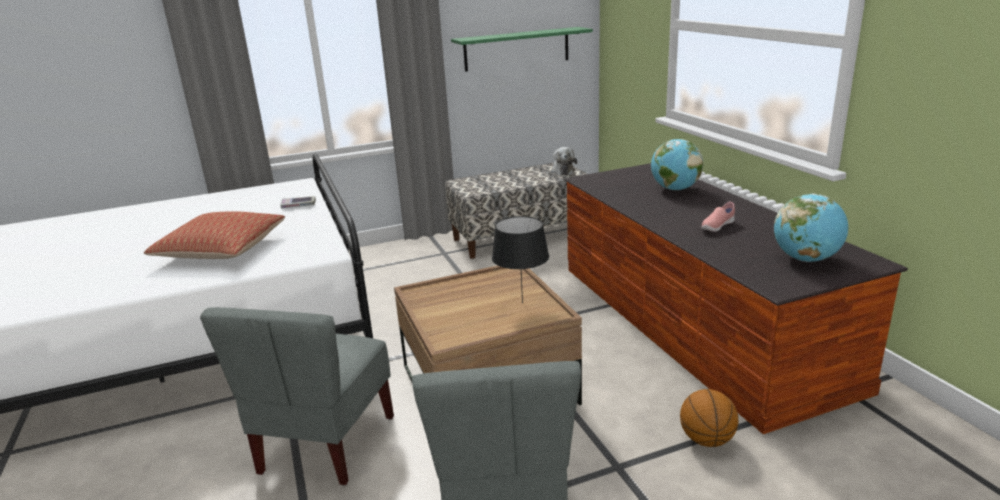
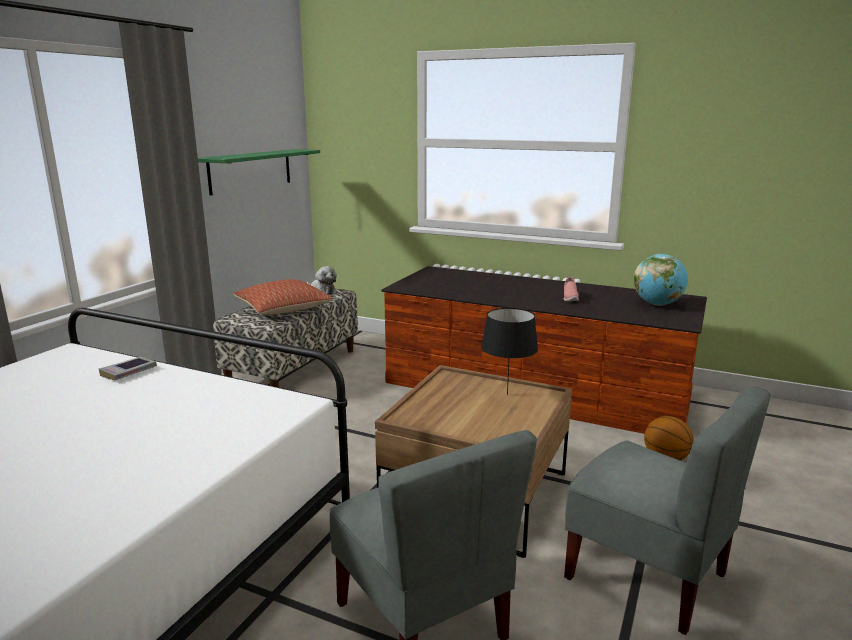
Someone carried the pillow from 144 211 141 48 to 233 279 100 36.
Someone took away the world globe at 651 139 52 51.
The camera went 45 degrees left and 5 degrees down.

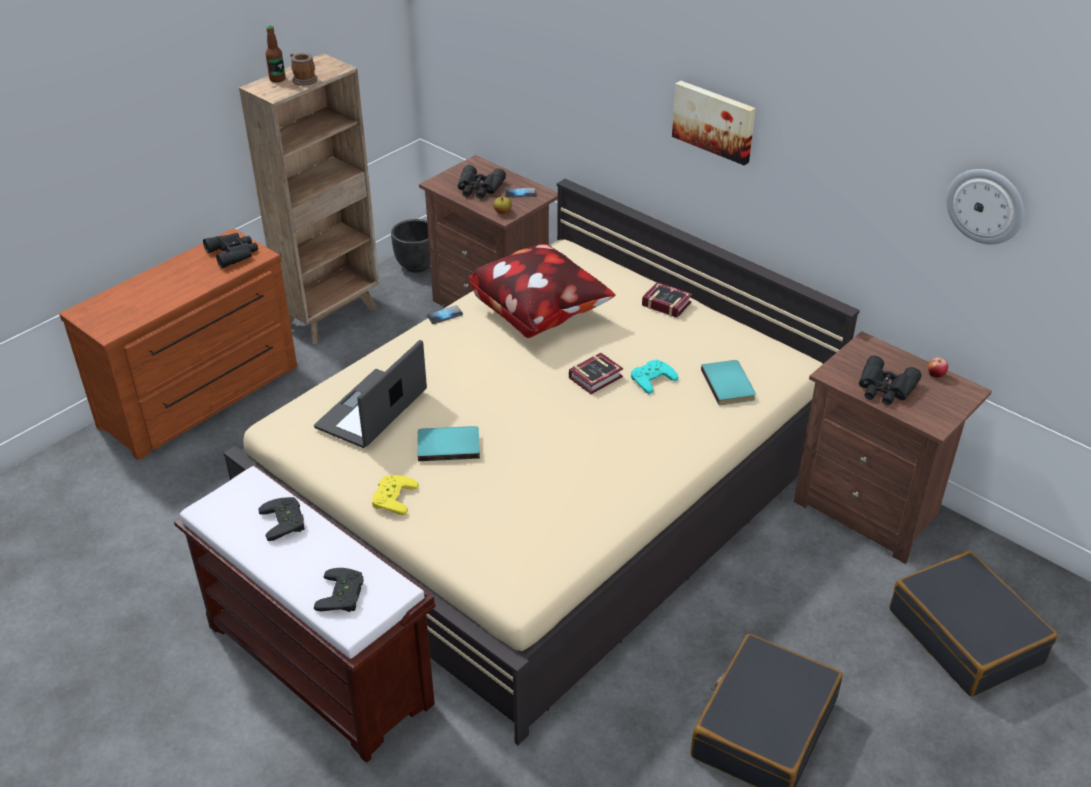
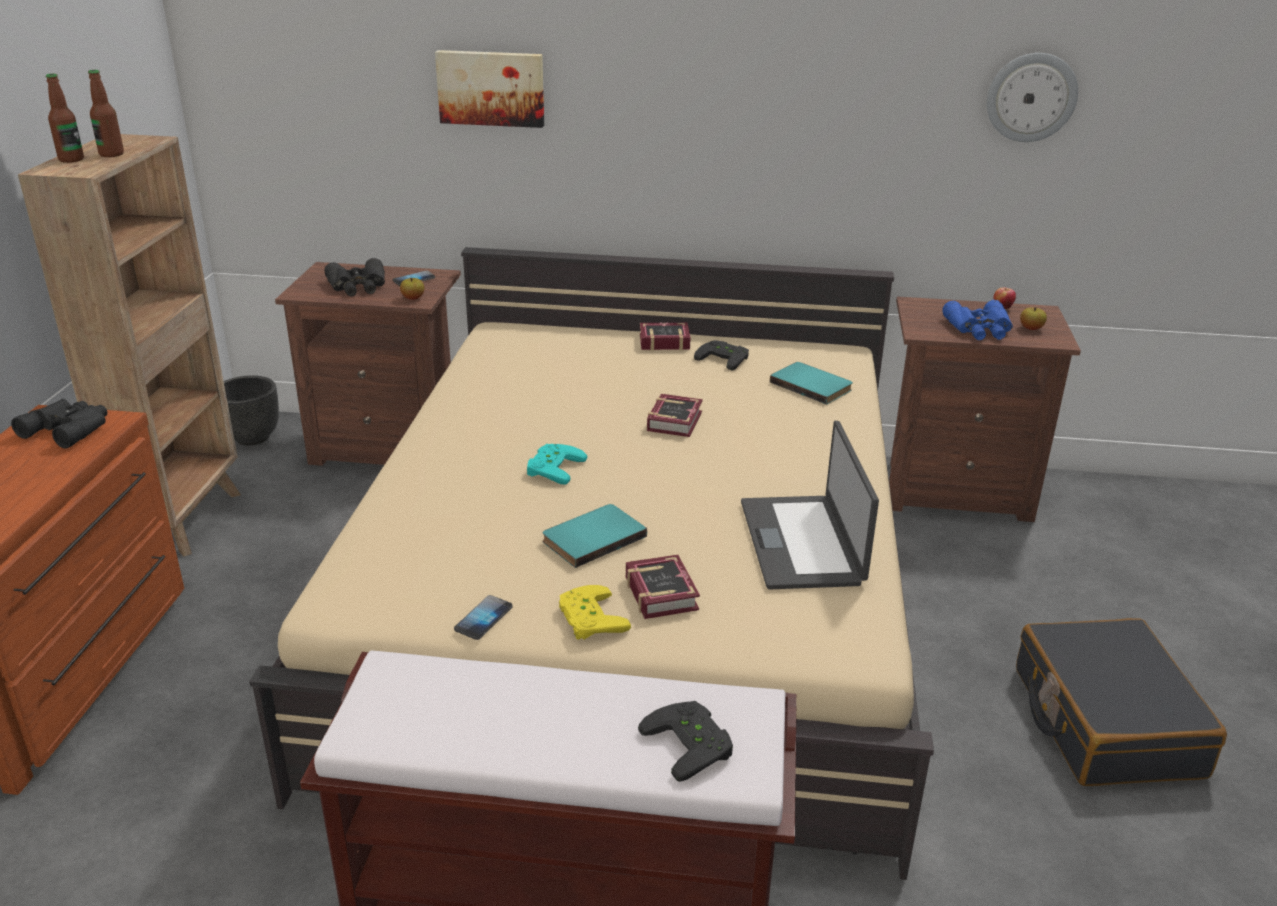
Someone carried the game controller/black from 259 497 46 44 to 694 340 55 31.
Someone swapped the tea mug at 290 53 27 33 for the beverage bottle at 88 70 36 87.
Someone carried the portable computer from 314 340 113 108 to 741 421 138 169.
Someone carried the handset from 427 305 36 19 to 454 595 59 45.
Someone took away the pillow at 469 244 147 94.
Someone carried the game controller/blue-green from 631 359 47 35 to 527 444 60 41.
Someone carried the wall art from 672 81 84 84 to 435 50 109 78.
Someone repainted the pair of binoculars/black at 859 355 63 50, which became the pair of binoculars/blue-coloured at 942 300 71 40.
Someone took away the travel case/black at 890 551 167 146.
Someone put down the volume at 626 554 74 65.
Someone put down the apple at 1020 307 27 23.
The camera went 35 degrees left and 10 degrees down.

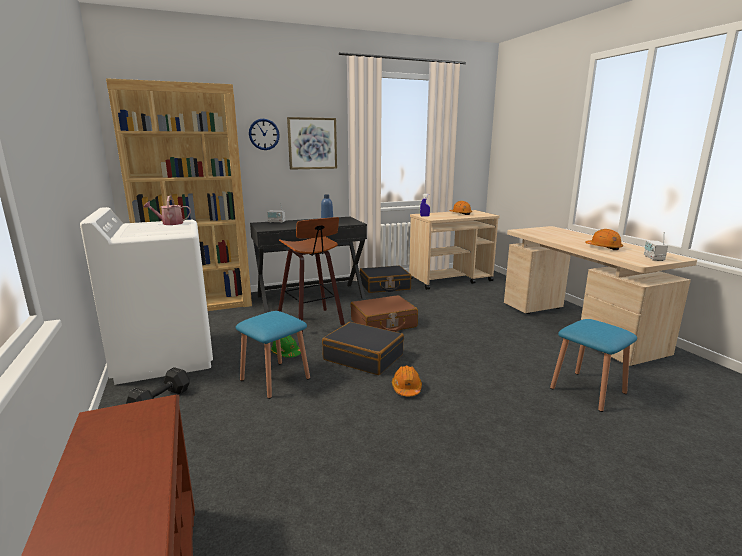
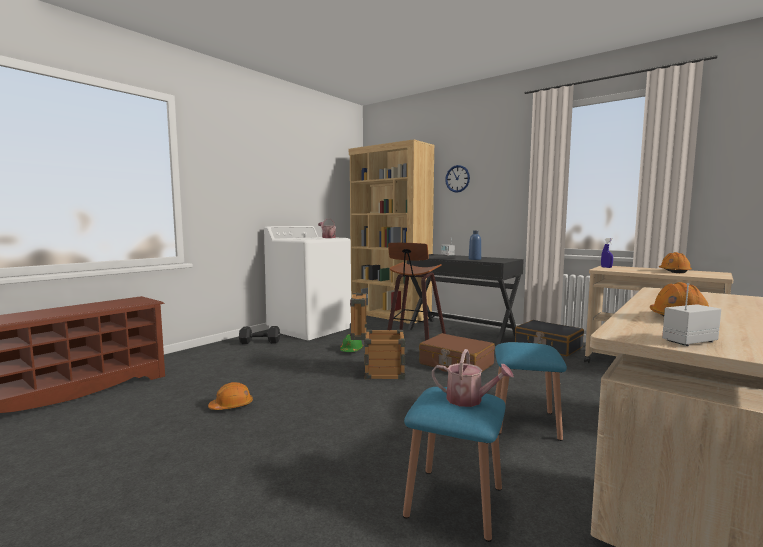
Someone carried the stool/blue-coloured from 236 311 74 88 to 495 342 72 99.
Someone took away the wall art at 287 117 50 53.
Someone swapped the travel case/black at 322 322 82 53 for the crate at 350 292 56 87.
Someone carried the work helmet/orange-coloured from 392 365 30 31 to 208 382 45 28.
Someone put down the watering pot at 432 349 82 58.
The camera went 60 degrees right and 10 degrees down.

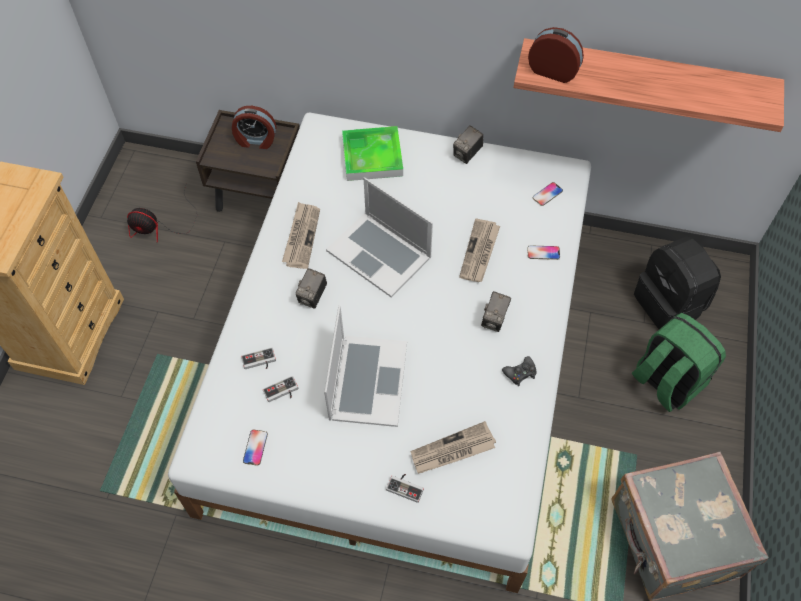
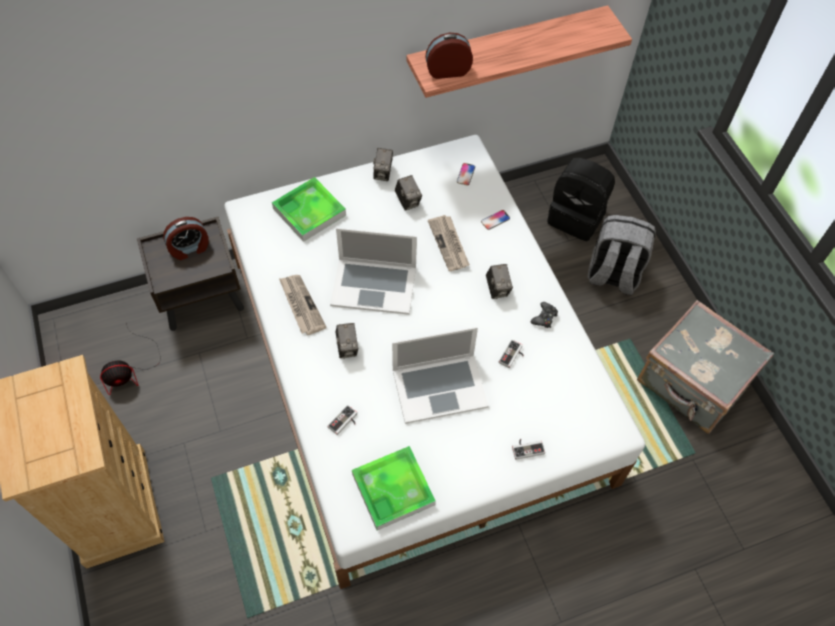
Someone swapped the handset at 243 430 25 36 for the carrying tray at 352 446 84 85.
Someone carried the game controller from 263 376 35 26 to 499 340 25 28.
Someone rotated the portable computer at 324 305 83 122 by 105 degrees clockwise.
Someone took away the daily paper at 411 421 85 53.
Someone repainted the knapsack/green-coloured at 632 313 94 99, which became the knapsack/greyish at 588 215 68 80.
Someone put down the photo camera at 395 175 27 36.
The camera went 35 degrees left and 0 degrees up.

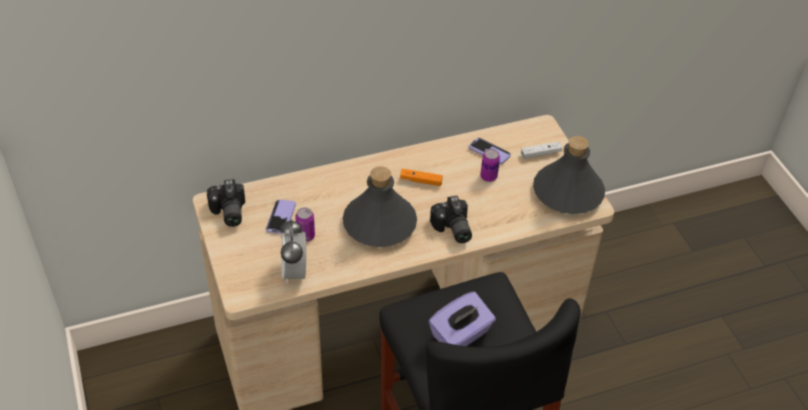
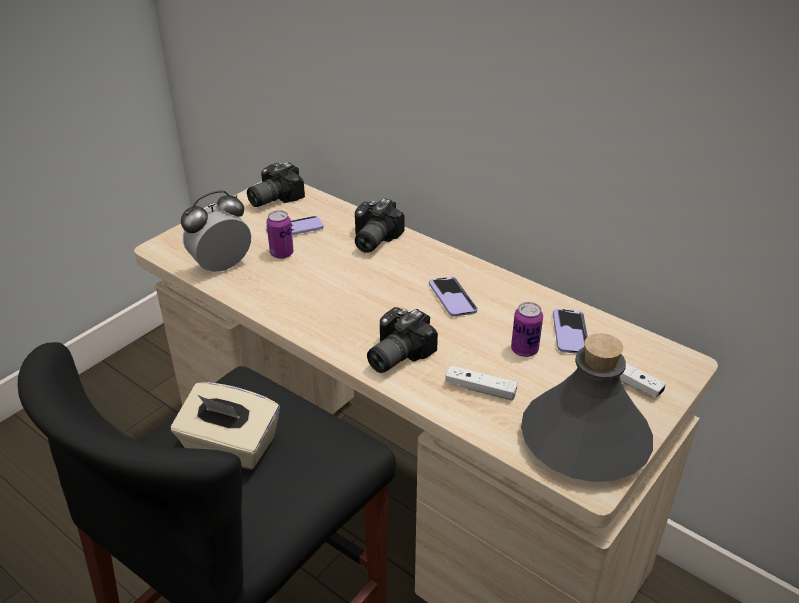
Someone took away the beverage bottle/greyish at 343 166 74 81.
Someone swapped the game controller/orange-coloured at 400 169 43 17 for the handset at 429 277 48 39.
Someone repainted the tissue holder/purple-coloured at 429 291 67 55, which became the tissue holder/sand-coloured at 171 382 109 87.
Someone put down the photo camera at 355 198 49 55.
Someone put down the game controller/white-coloured at 445 366 73 34.
The camera went 60 degrees right and 10 degrees down.

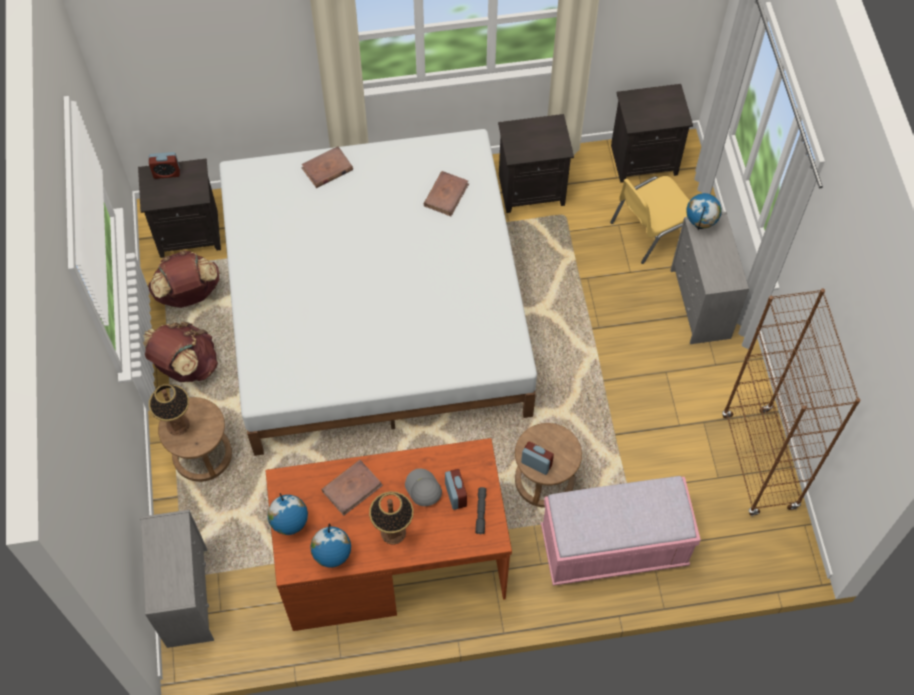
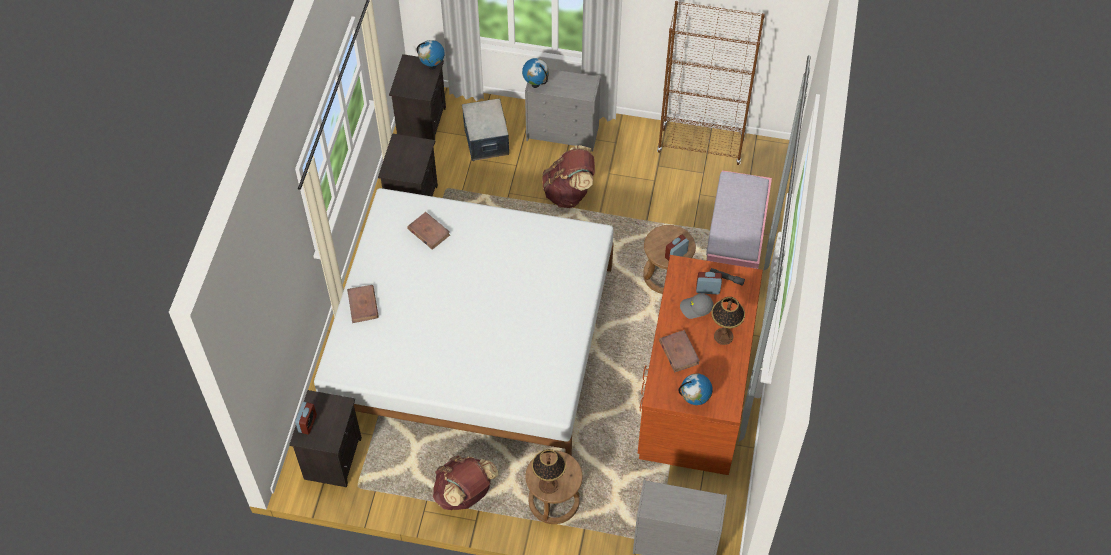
Someone carried the knapsack/brown from 149 250 71 58 to 542 145 53 63.
Someone carried the world globe from 311 524 40 44 to 417 40 28 30.
Someone swapped the chair/yellow-coloured at 610 176 80 88 for the storage bin at 462 99 47 62.
The camera went 70 degrees left and 5 degrees down.

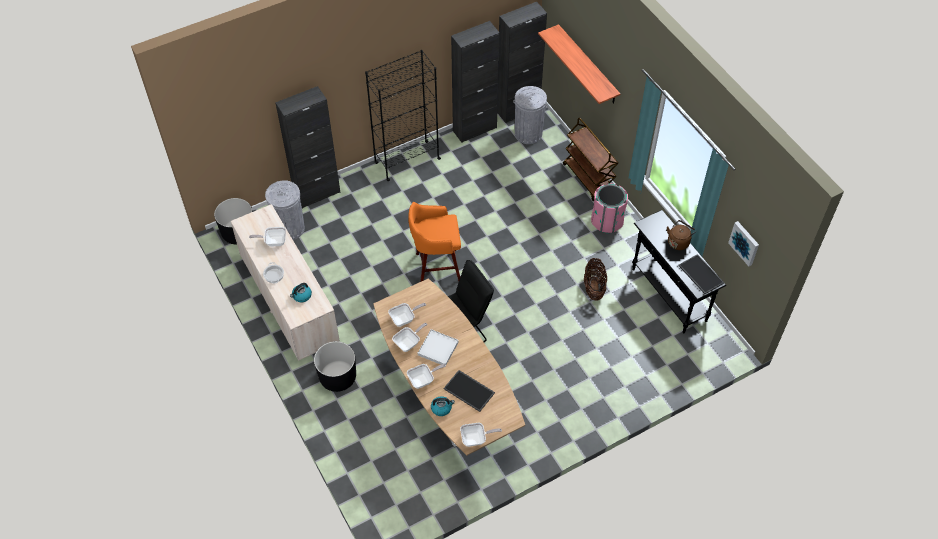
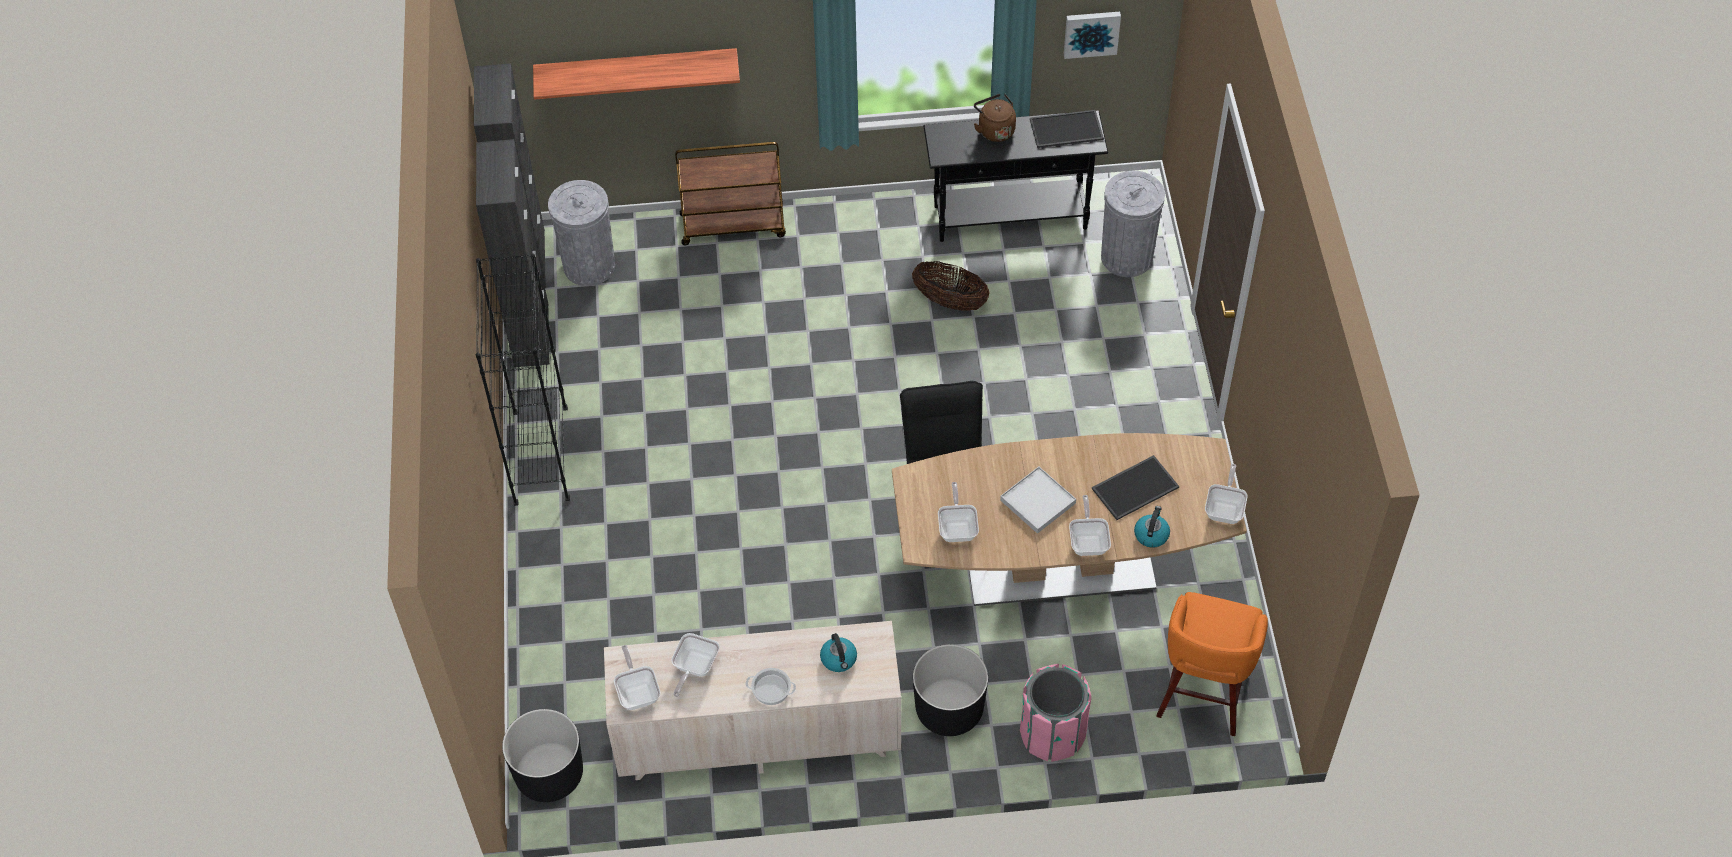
Someone carried the trash can/greyish from 265 180 40 60 to 1101 171 64 106.
Someone took away the cupboard/black at 275 86 66 122.
Someone carried the skillet from 392 323 35 29 to 614 645 46 65.
Someone carried the stool/orange-coloured from 408 202 53 80 to 1156 592 112 144.
Someone carried the trash can/pinkish from 591 184 37 49 to 1020 664 72 98.
The camera went 65 degrees left and 0 degrees up.

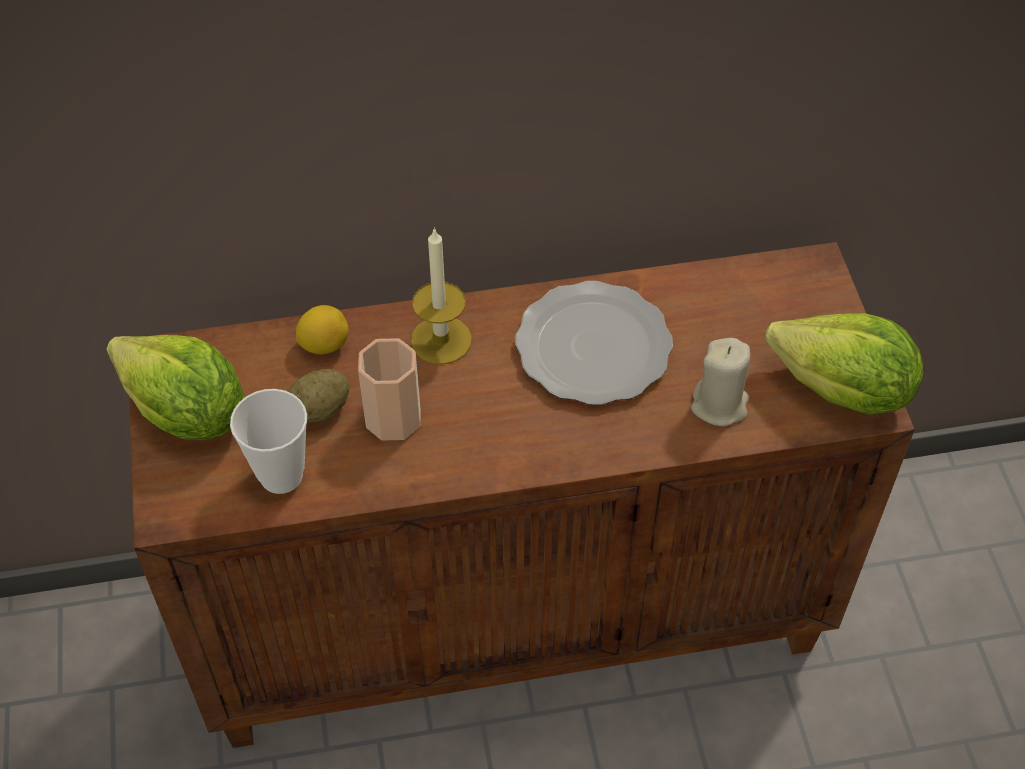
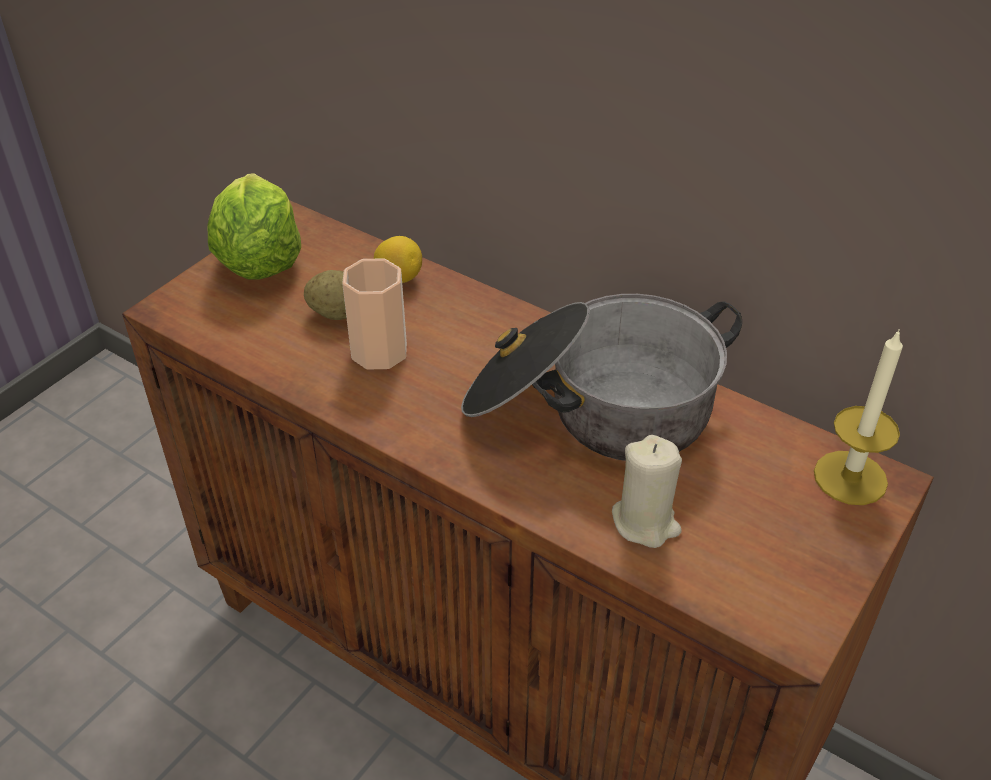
Someone took away the small cup at 230 389 77 105.
Someone carried the wax light from 411 227 61 138 to 814 329 89 176.
Someone swapped the flat dish at 515 281 158 124 for the stockpot at 461 294 281 167.
Someone took away the head of lettuce at 765 313 158 102.
The camera went 45 degrees right and 10 degrees down.

